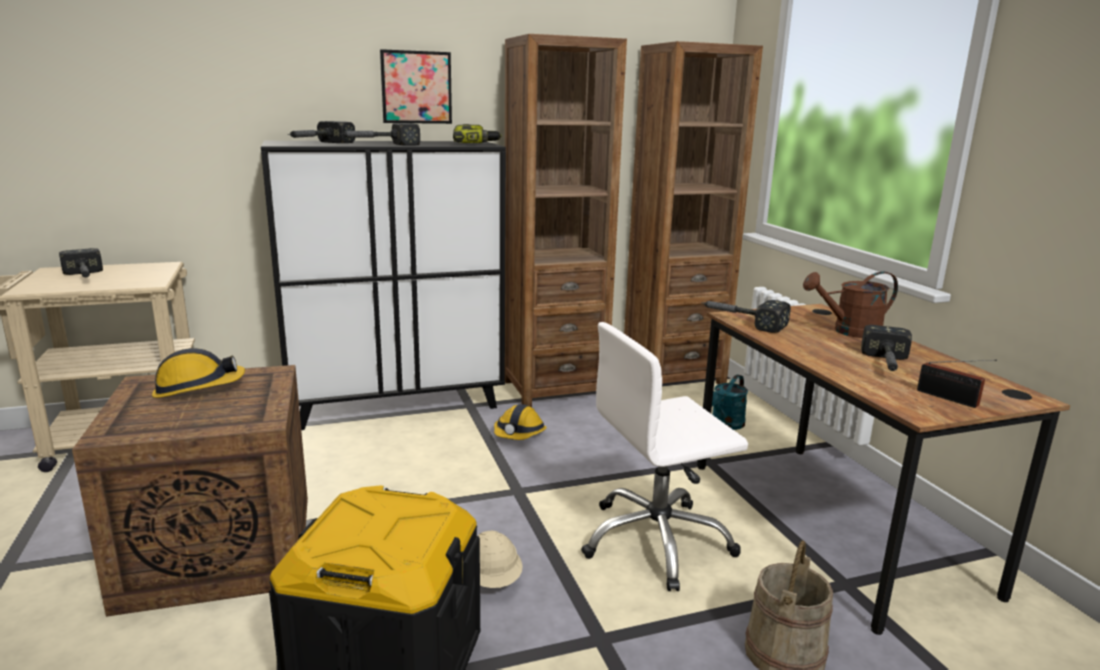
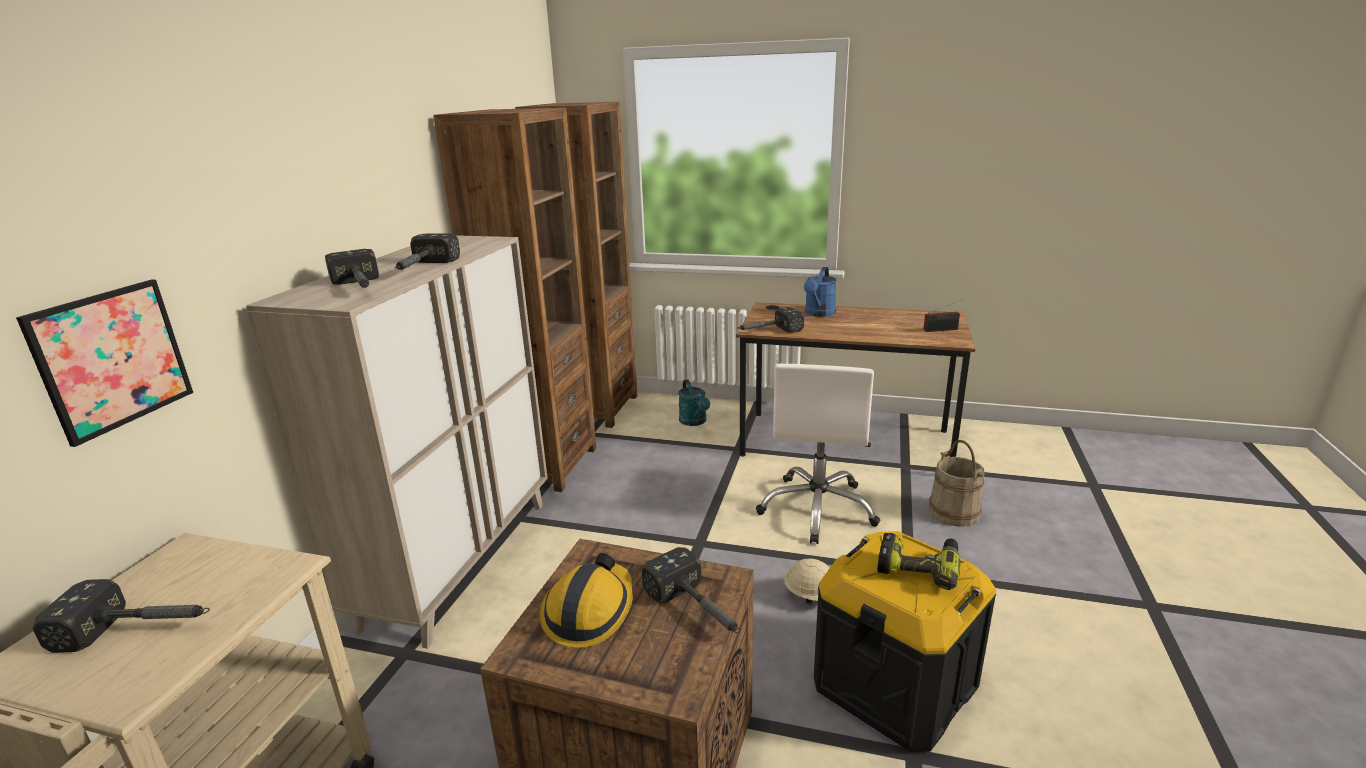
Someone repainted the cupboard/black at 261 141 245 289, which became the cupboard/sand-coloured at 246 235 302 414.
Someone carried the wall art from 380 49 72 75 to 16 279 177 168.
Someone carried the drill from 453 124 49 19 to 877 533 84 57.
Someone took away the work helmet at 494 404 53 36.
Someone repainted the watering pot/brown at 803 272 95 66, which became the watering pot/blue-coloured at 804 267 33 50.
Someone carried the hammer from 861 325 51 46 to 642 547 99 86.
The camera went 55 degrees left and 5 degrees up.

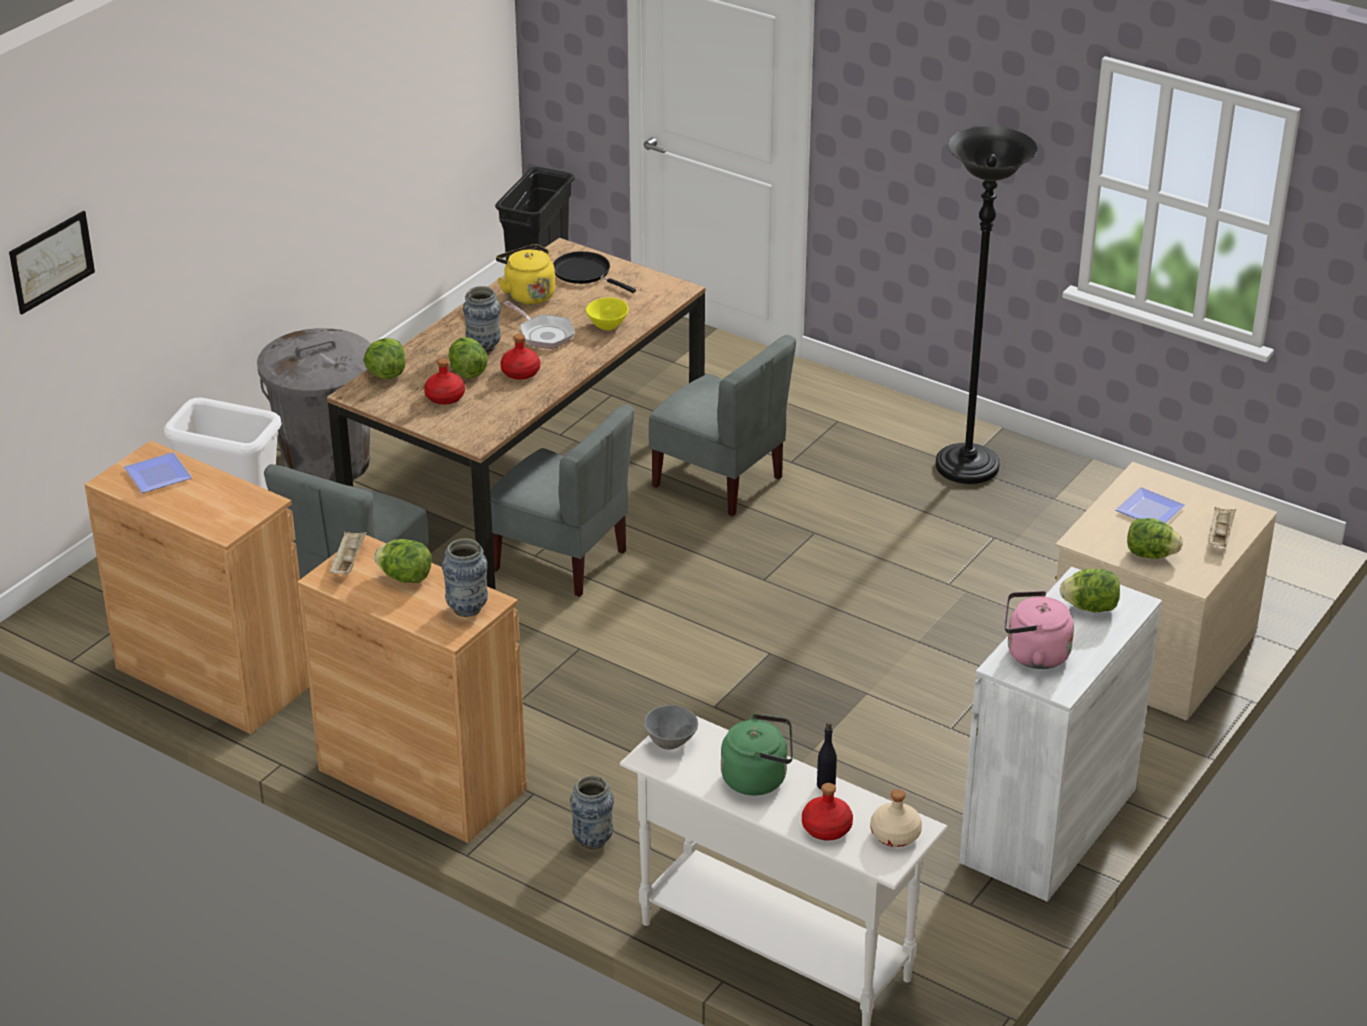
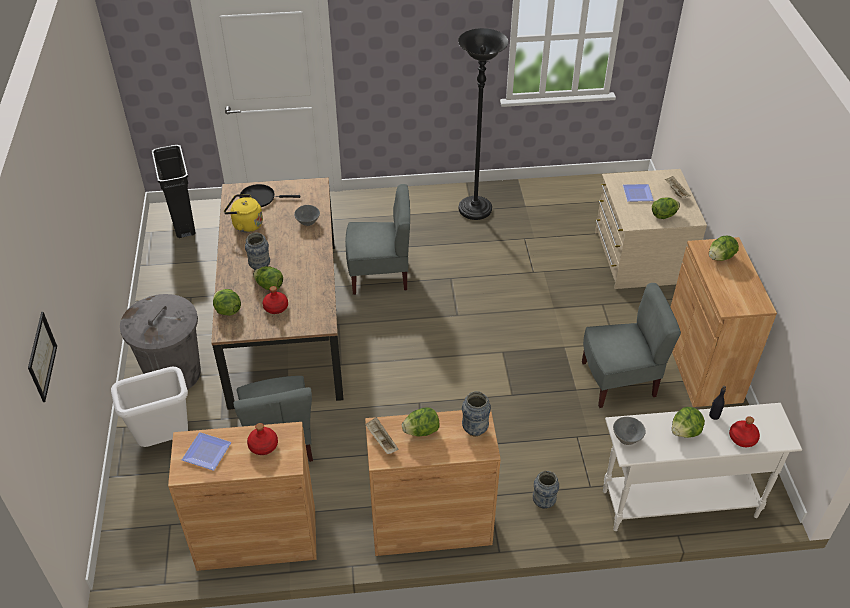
Someone carried the chair/greyish from 490 404 145 193 to 582 283 99 125.
Someone carried the beverage bottle/red from 500 334 40 46 to 247 423 31 32.
Someone took away the skillet at 503 301 72 48.
Someone repainted the serving bowl/yellow-coloured at 586 297 43 33, which became the serving bowl/greyish at 294 205 26 21.
Someone swapped the tea kettle/green-coloured at 721 714 72 81 for the head of lettuce at 672 407 33 31.
Someone took away the beverage bottle/sand-coloured at 871 789 51 58.
Someone repainted the cupboard/white-coloured at 959 566 203 336, which became the cupboard/brown at 671 237 106 170.
Someone took away the tea kettle/pinkish at 1004 591 70 78.
The camera went 40 degrees left and 10 degrees up.

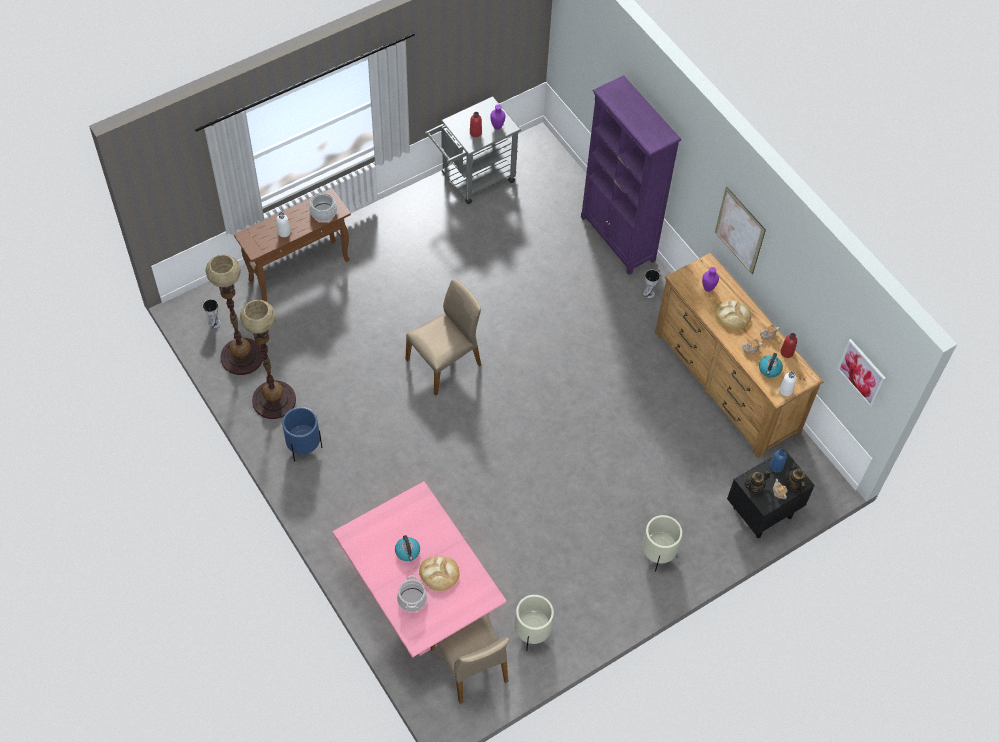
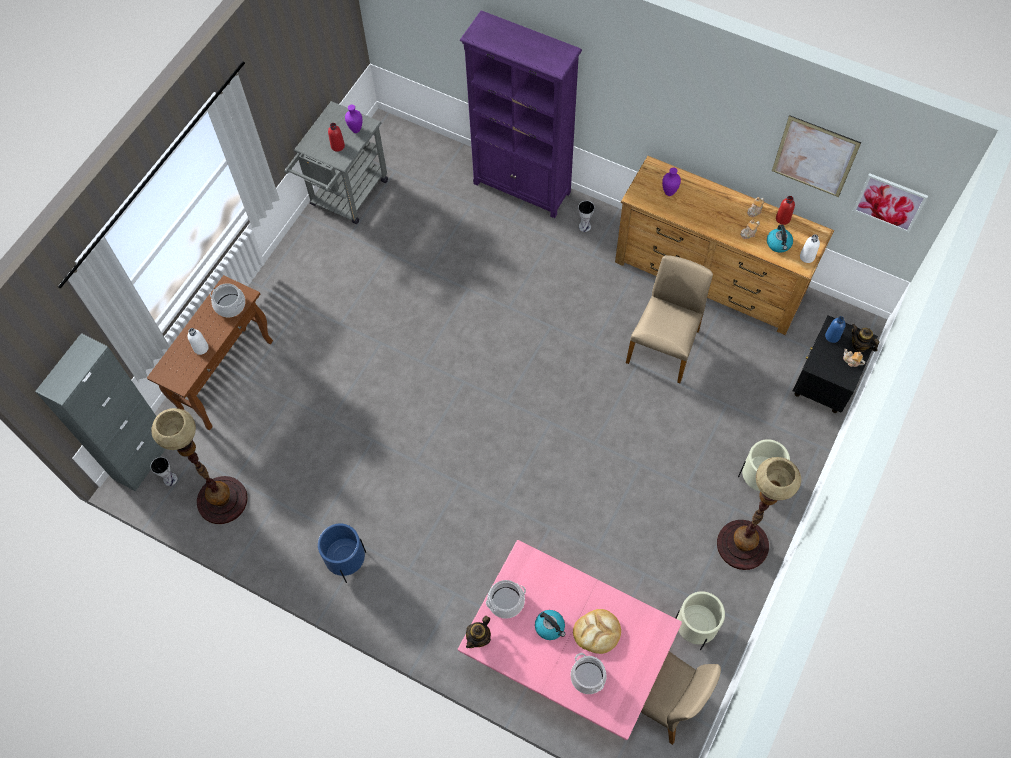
Someone carried the standard lamp from 240 300 56 119 to 717 457 84 113.
Someone carried the chair/sand-coloured from 405 279 76 117 to 626 255 87 128.
Someone took away the bread at 714 300 38 30.
Someone carried the wall art from 715 186 51 88 to 772 115 89 82.
Someone carried the tea pot from 744 470 26 24 to 466 616 25 32.
Someone put down the cupboard/greyish at 35 333 130 158.
Someone put down the stockpot at 486 580 40 39.
The camera went 25 degrees left and 5 degrees up.

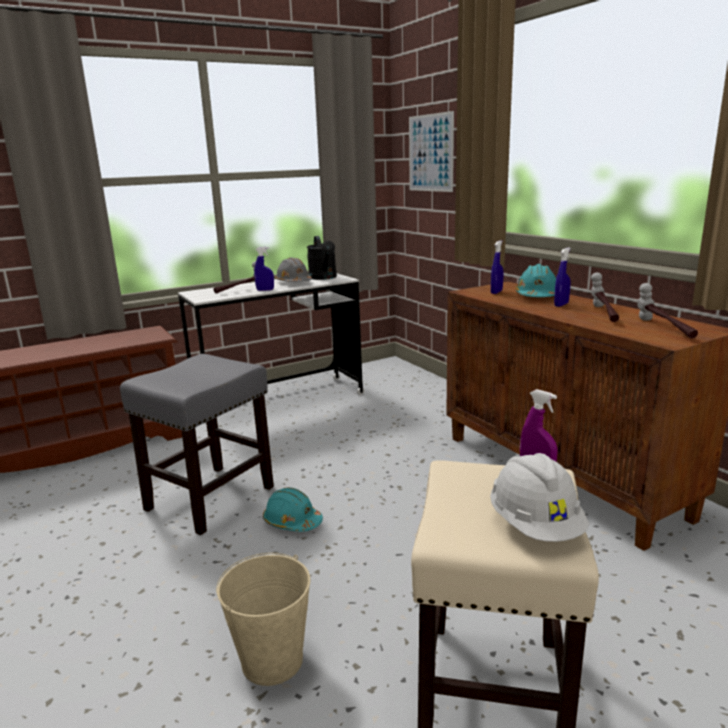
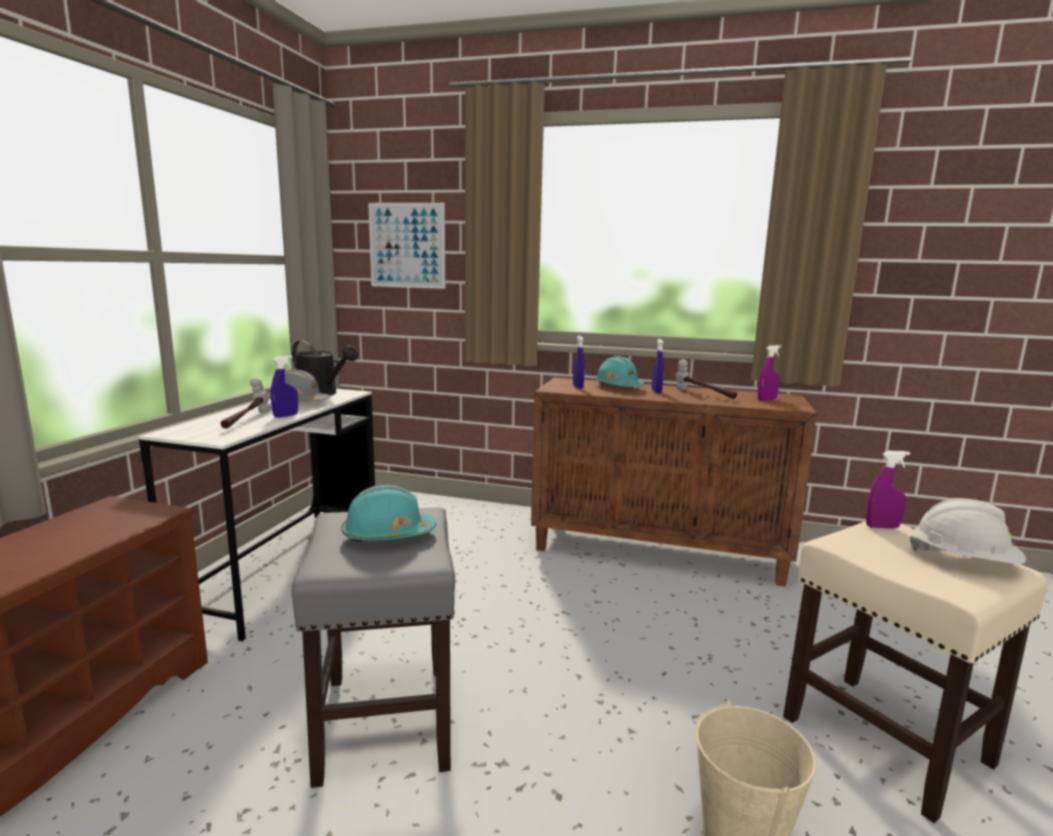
Someone carried the work helmet/blue-green from 263 487 60 45 to 341 484 96 58.
Someone swapped the hammer at 637 283 61 56 for the hand sprayer/purple-coloured at 758 345 23 56.
The camera went 45 degrees left and 5 degrees down.

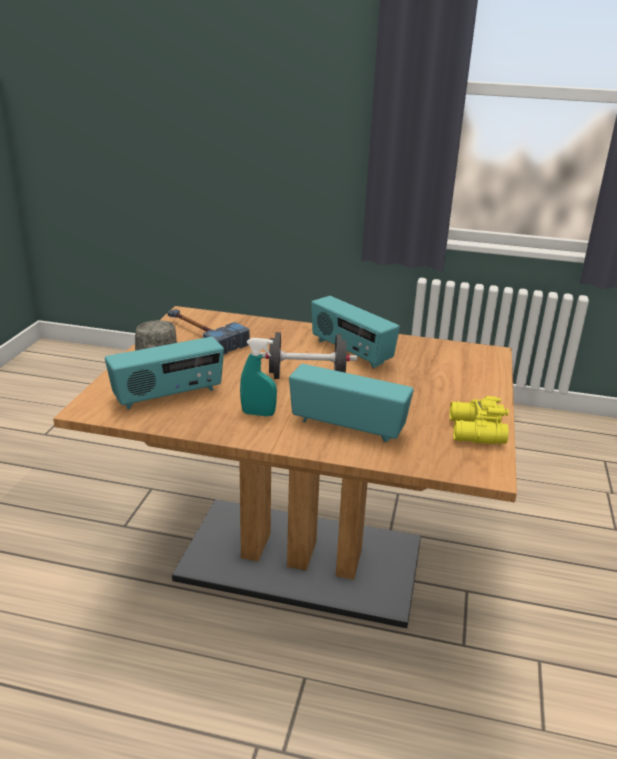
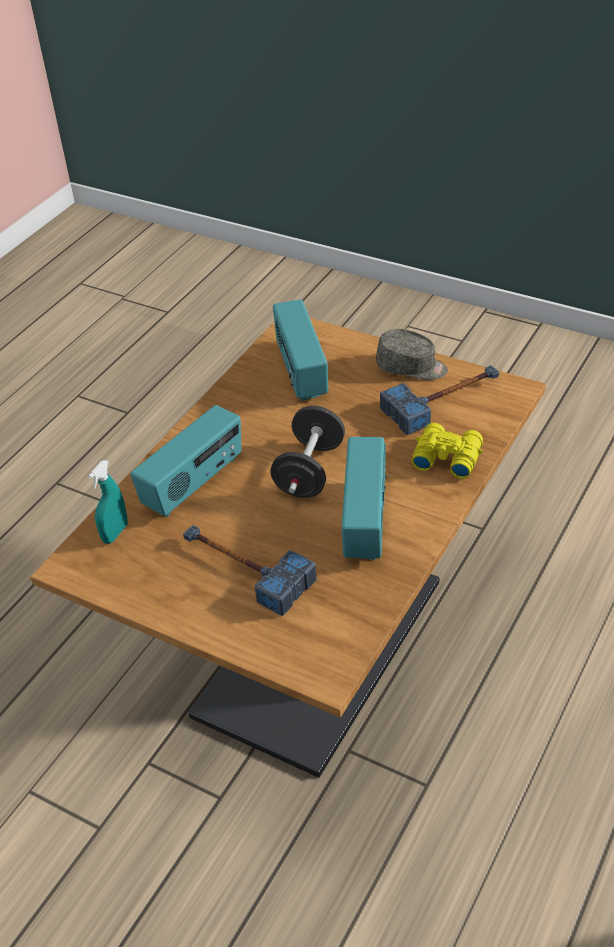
Someone carried the hand sprayer/blue-green from 240 338 37 78 to 88 460 40 84.
Someone rotated the radio receiver at 311 296 89 72 by 120 degrees clockwise.
Someone carried the pair of binoculars/yellow-coloured from 450 396 59 48 to 412 423 71 56.
Someone put down the hammer at 183 525 134 91.
The camera went 110 degrees right and 15 degrees up.

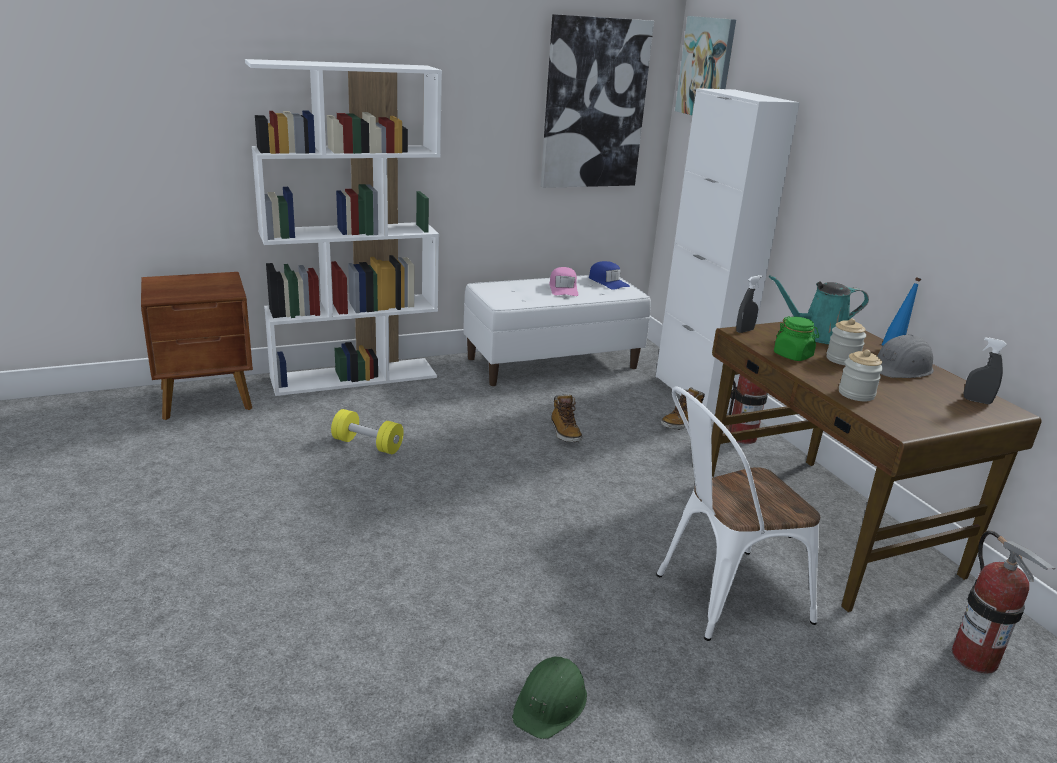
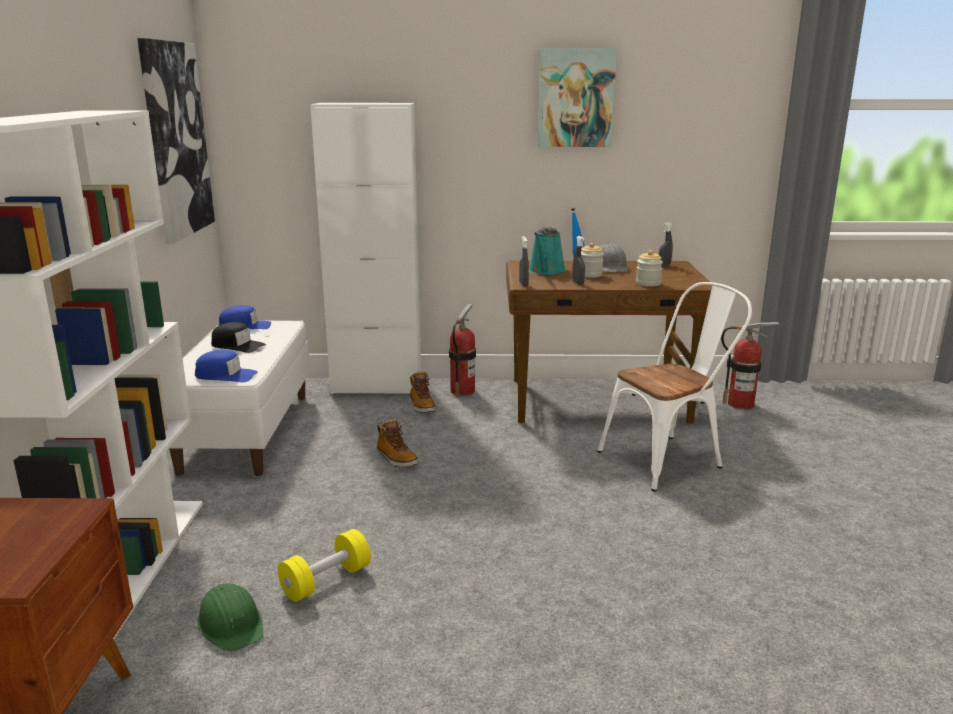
Someone carried the work helmet/green-coloured from 512 657 75 82 to 197 583 66 69.
Someone repainted the baseball cap/pinkish at 549 267 30 29, which became the baseball cap/black at 211 322 55 31.
Someone rotated the boot at 551 394 32 48 by 45 degrees clockwise.
Someone rotated the chair/white-coloured at 656 386 164 255 by 120 degrees counterclockwise.
Someone carried the wall art from 675 16 61 100 to 537 48 80 99.
Someone swapped the storage jar/green-coloured at 774 316 45 45 for the hand sprayer/greyish at 572 236 13 49.
Someone put down the baseball cap/blue-coloured at 195 350 63 32.
The camera went 65 degrees left and 5 degrees down.

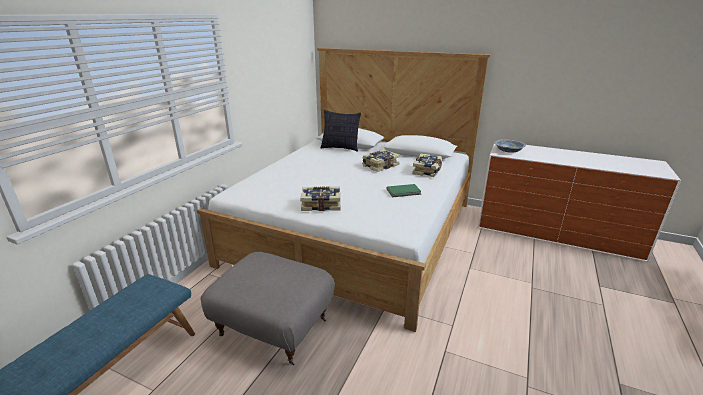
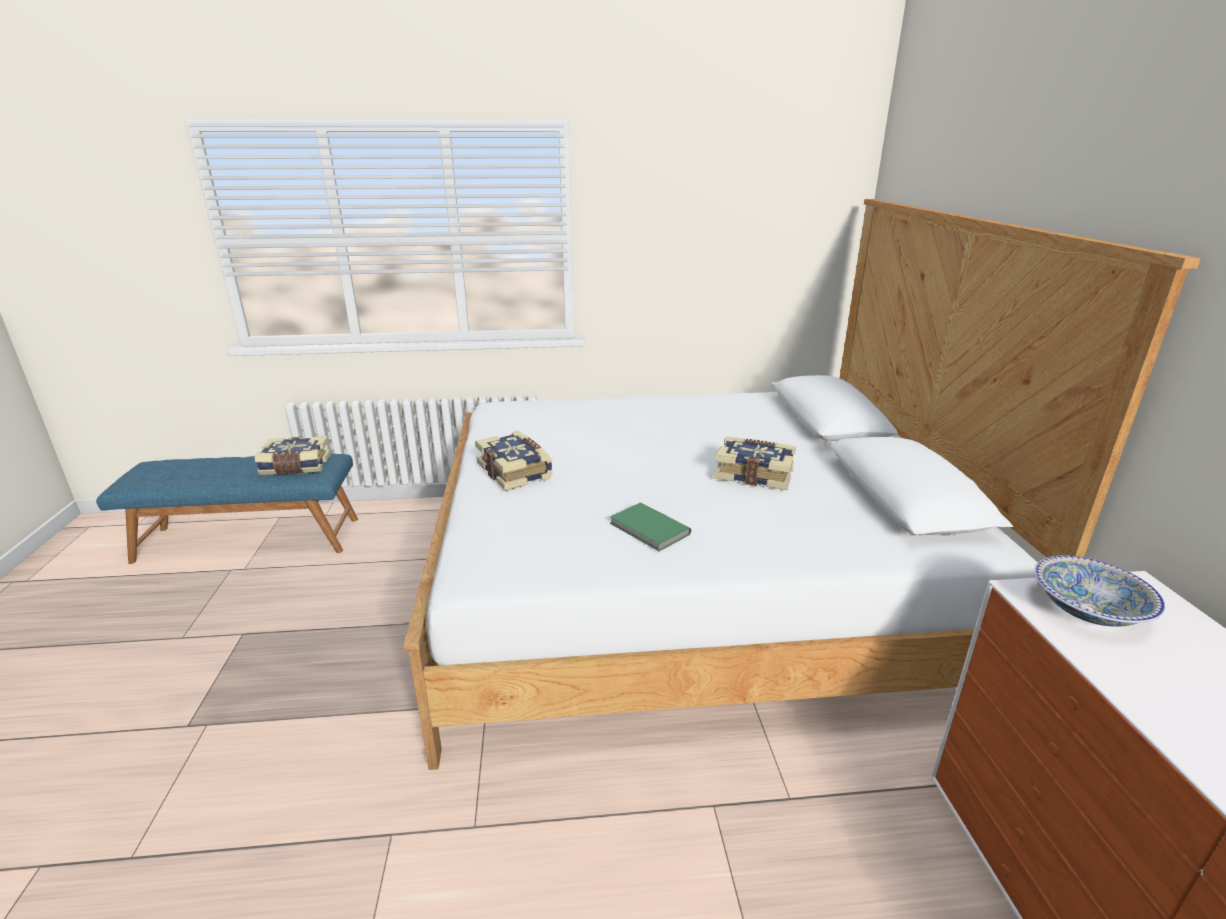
Someone took away the footrest/greyish at 201 252 134 114.
Someone took away the pillow at 321 110 40 42.
Someone carried the volume from 412 154 30 23 to 255 436 76 39.
The camera went 60 degrees right and 0 degrees up.

